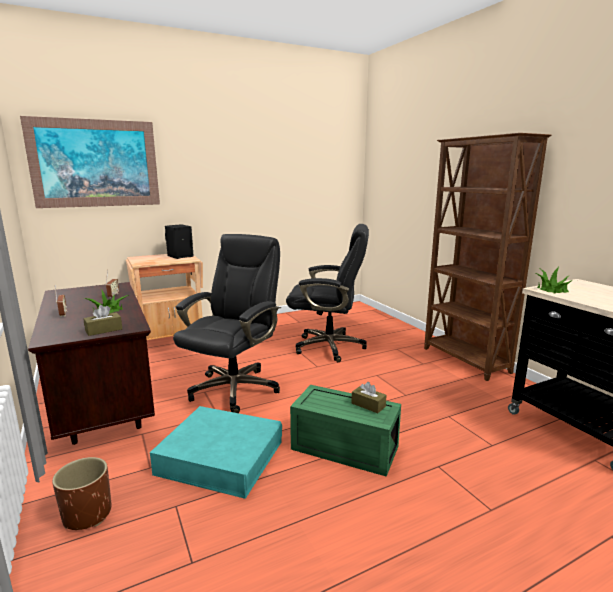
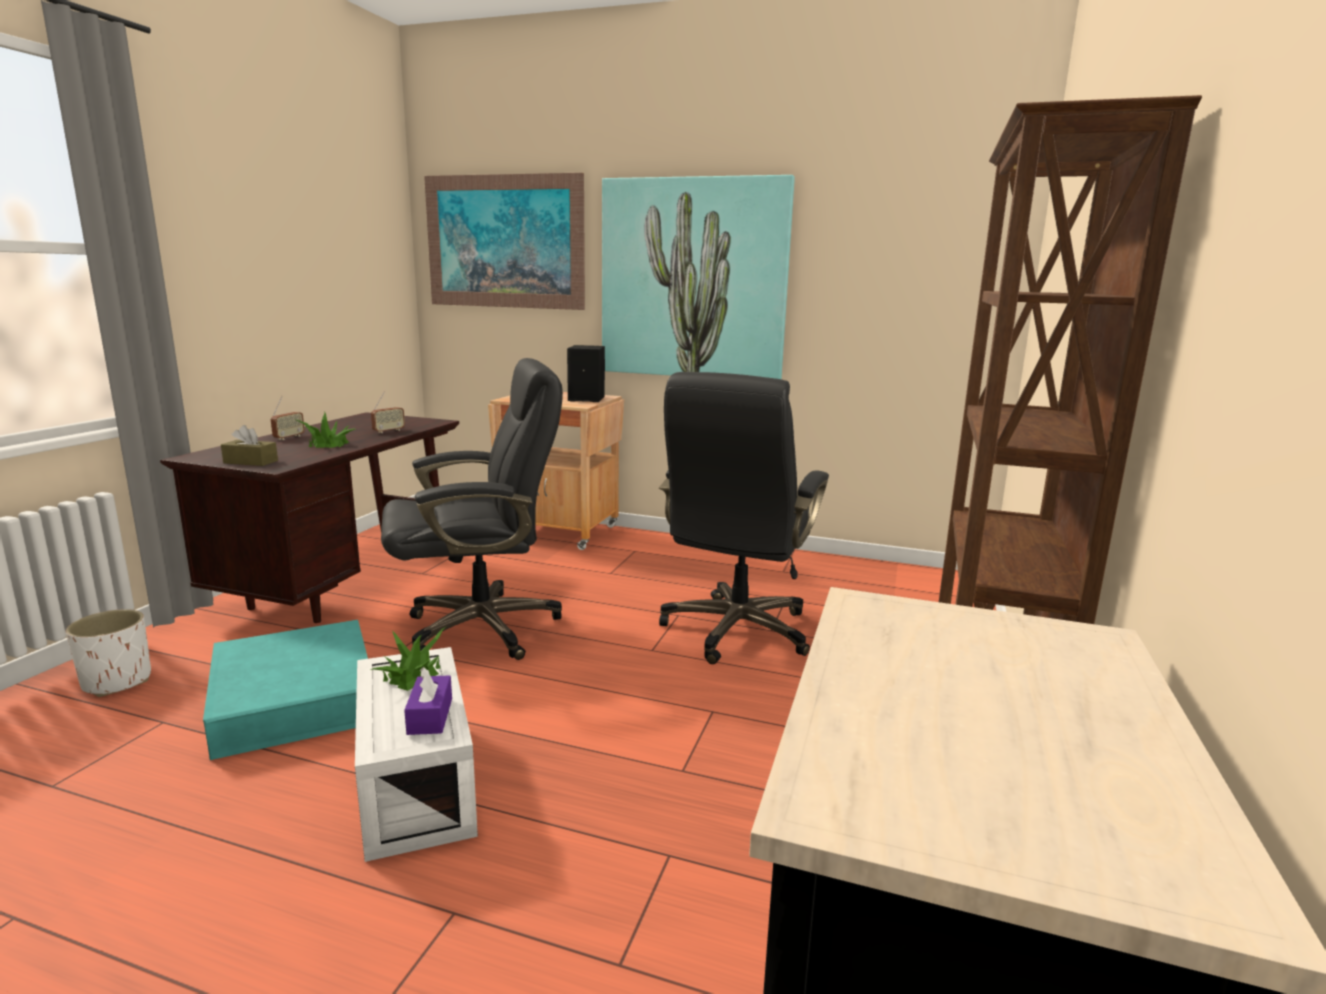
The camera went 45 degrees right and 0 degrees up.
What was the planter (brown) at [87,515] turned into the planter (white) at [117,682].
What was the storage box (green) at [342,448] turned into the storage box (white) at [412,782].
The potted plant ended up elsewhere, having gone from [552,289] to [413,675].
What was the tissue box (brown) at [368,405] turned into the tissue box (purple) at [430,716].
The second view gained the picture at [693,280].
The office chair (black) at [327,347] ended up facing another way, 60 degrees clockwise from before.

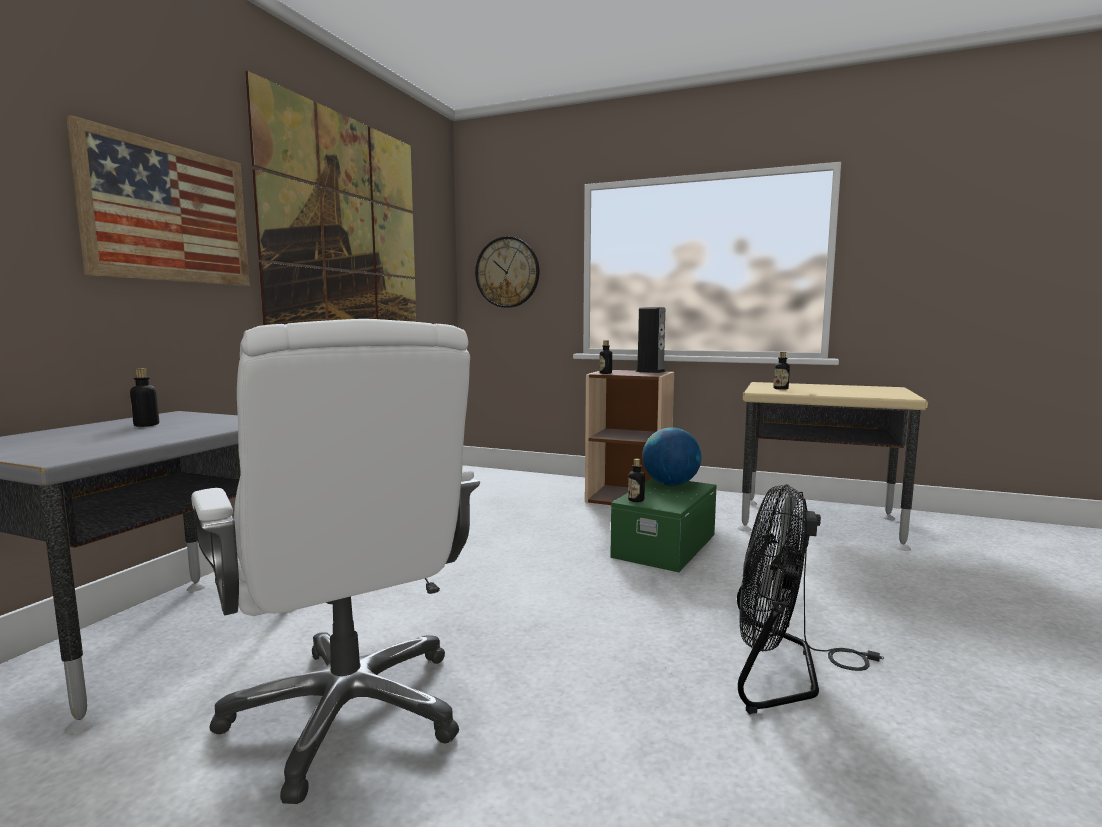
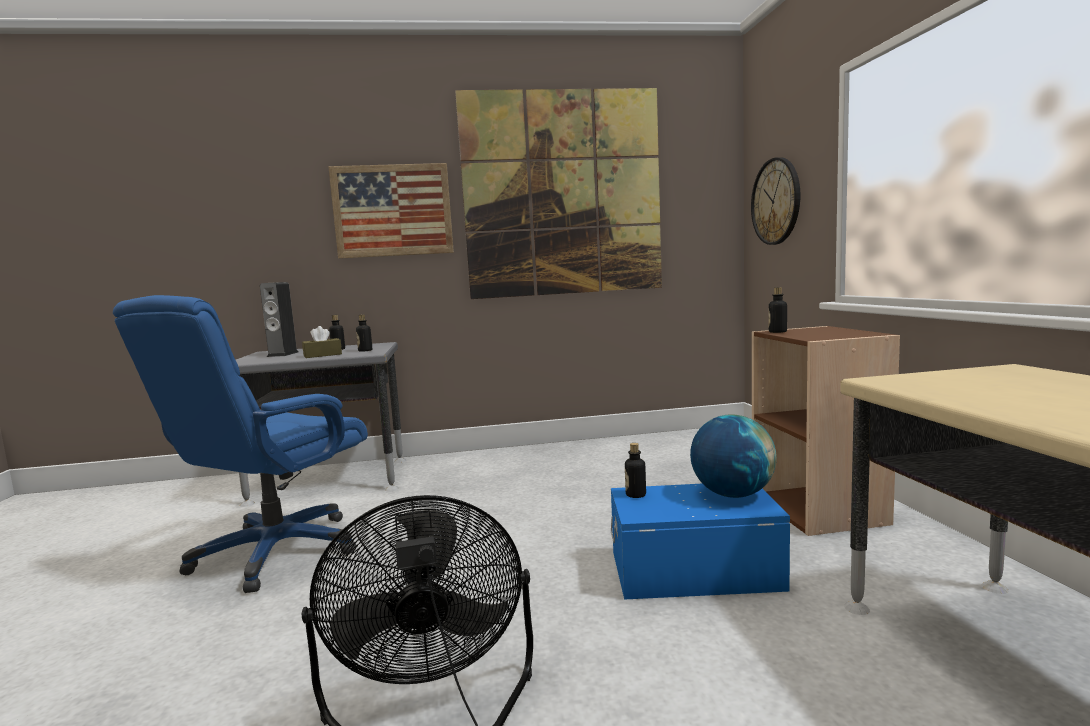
The camera went 60 degrees right and 0 degrees up.
What was the office chair (white) at [349,711] turned into the office chair (blue) at [275,552].
The speaker ended up elsewhere, having gone from [650,371] to [283,354].
The second view gained the tissue box (brown) at [322,355].
The bottle ended up elsewhere, having gone from [780,389] to [365,350].
What was the storage box (green) at [663,545] turned into the storage box (blue) at [693,569].

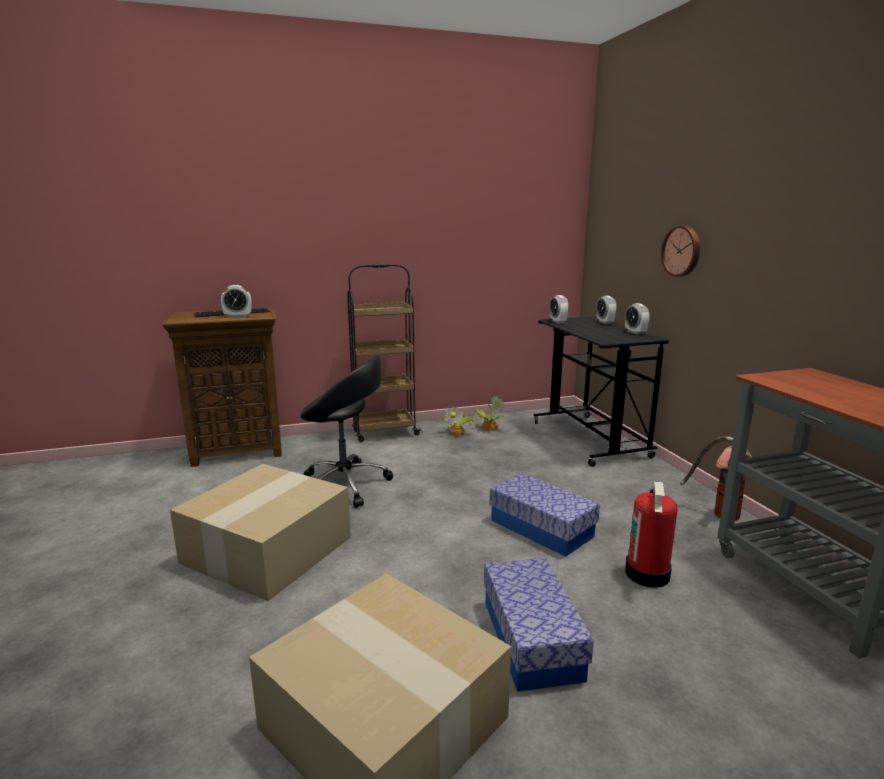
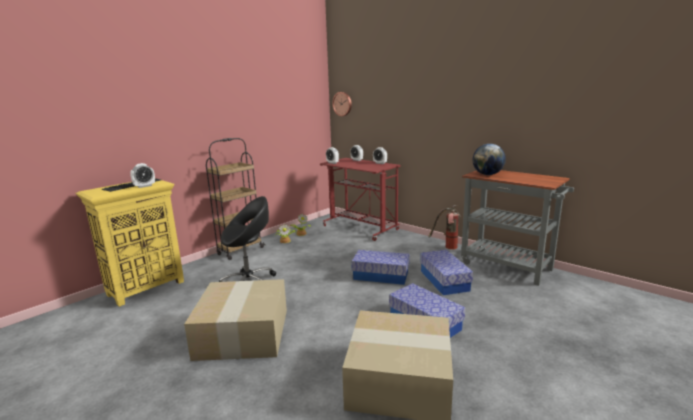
The camera went 30 degrees left and 0 degrees up.
What was the cabinet (brown) at [239,452] turned into the cabinet (yellow) at [146,287].
What was the desk (black) at [590,439] turned into the desk (red) at [360,228].
The wall clock ended up elsewhere, having gone from [682,251] to [342,104].
Where the fire extinguisher stood at [648,574], the storage box came to stand at [444,280].
The second view gained the globe at [487,174].

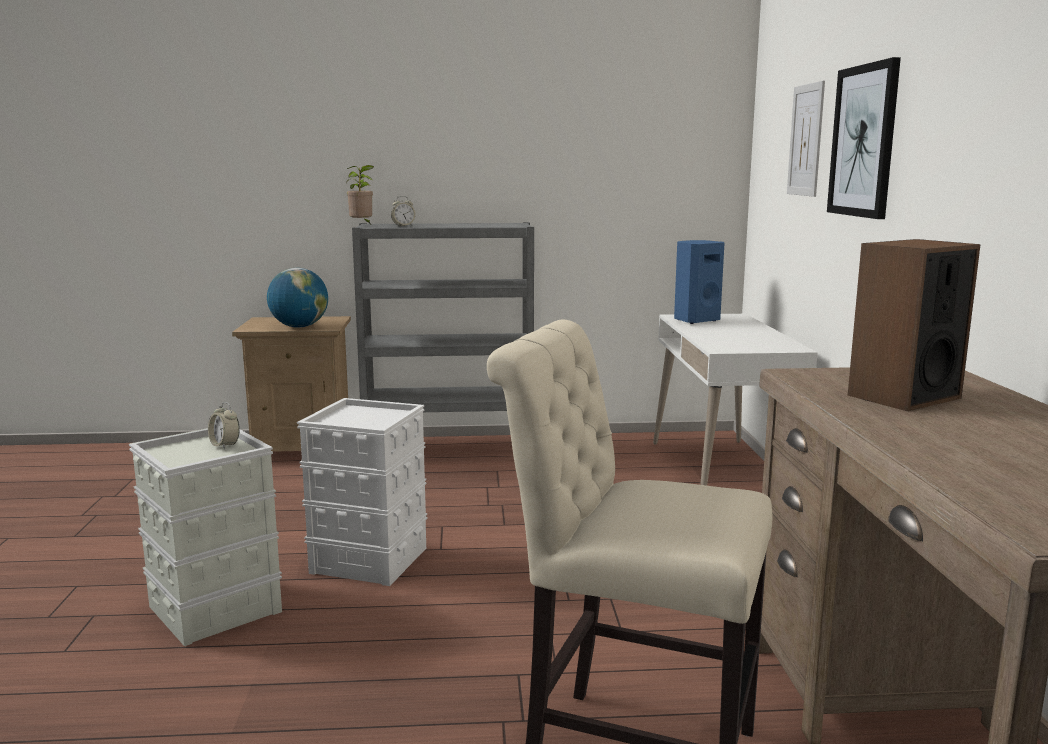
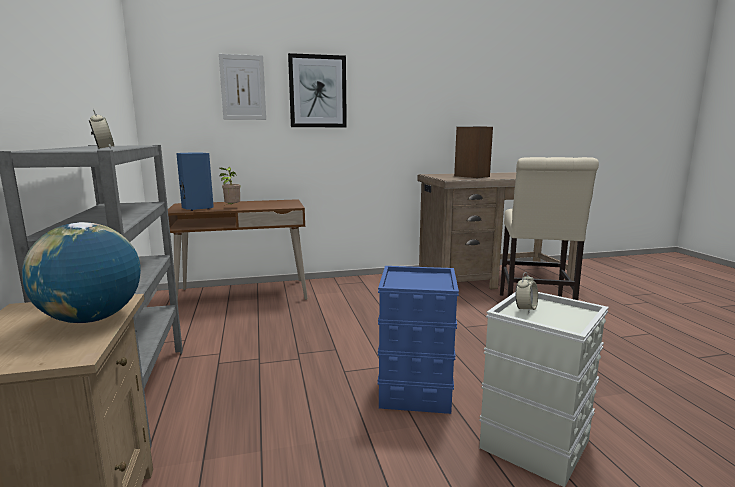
The camera went 100 degrees left and 0 degrees up.
What was the desk (white) at [722,473] turned into the desk (brown) at [243,294].
The potted plant ended up elsewhere, having gone from [362,225] to [231,208].
What was the storage box (white) at [371,560] turned into the storage box (blue) at [414,390].

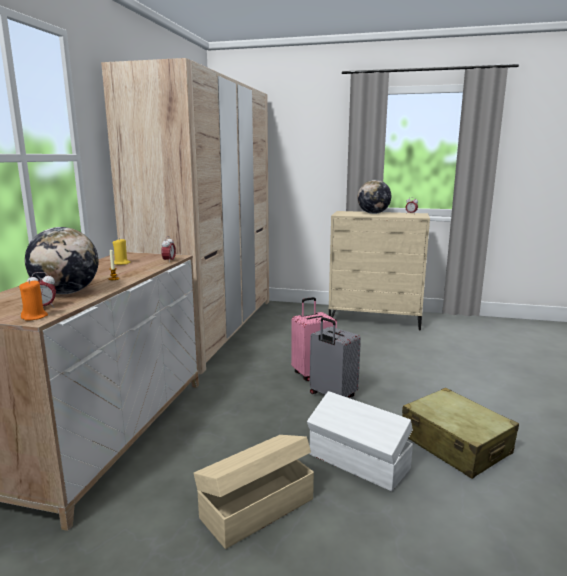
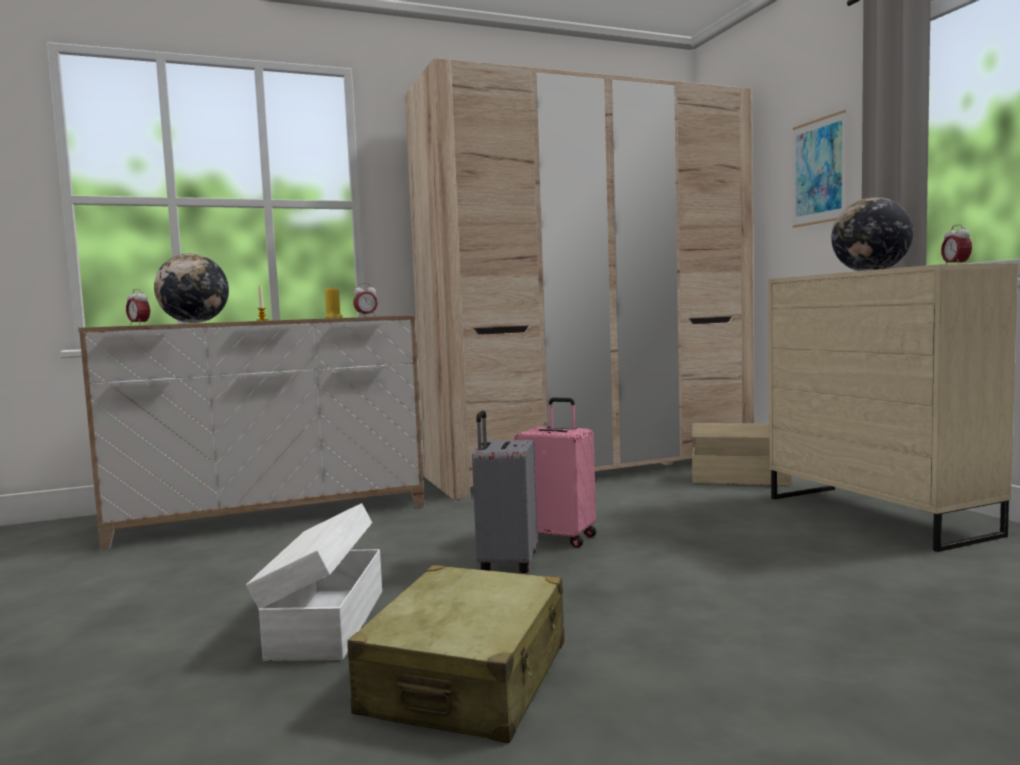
The camera went 55 degrees right and 10 degrees down.
The storage box (beige) ended up elsewhere, having gone from [255,508] to [739,479].
The second view gained the picture at [819,171].
The second view lost the candle (orange) at [34,317].

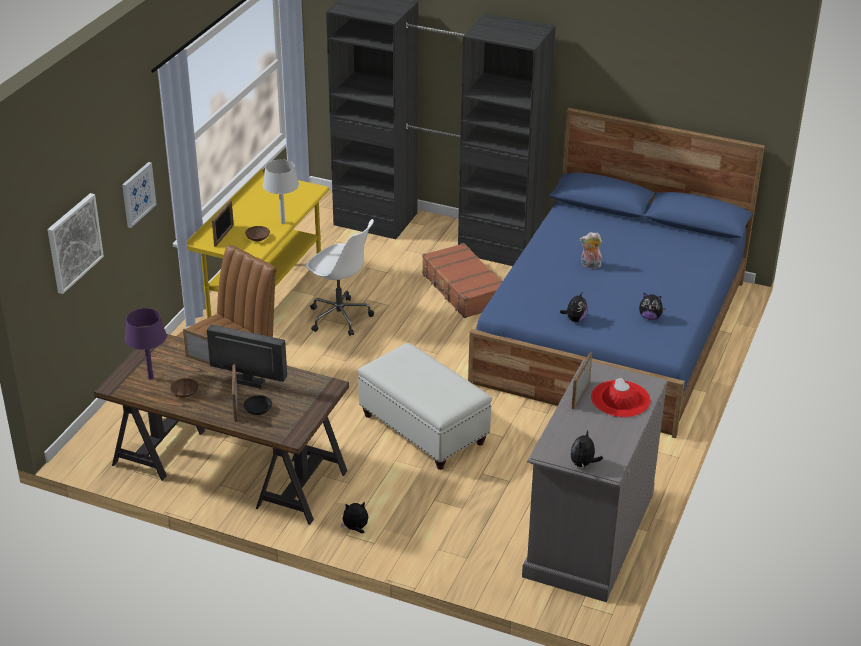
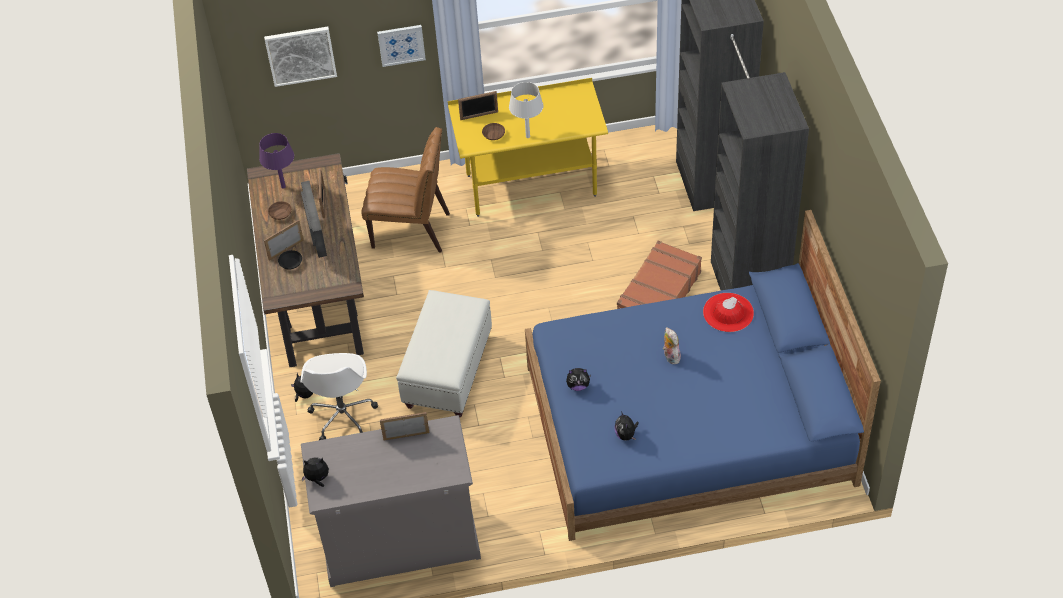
The camera went 60 degrees right and 15 degrees up.
The office chair (white) ended up elsewhere, having gone from [341,318] to [343,419].
The hat (red) ended up elsewhere, having gone from [620,399] to [728,312].

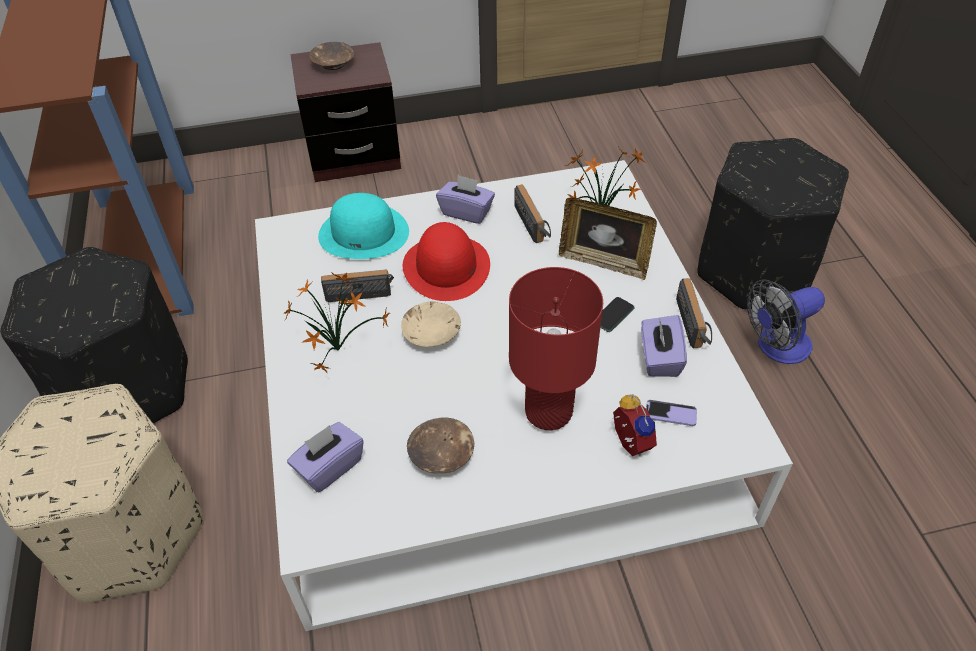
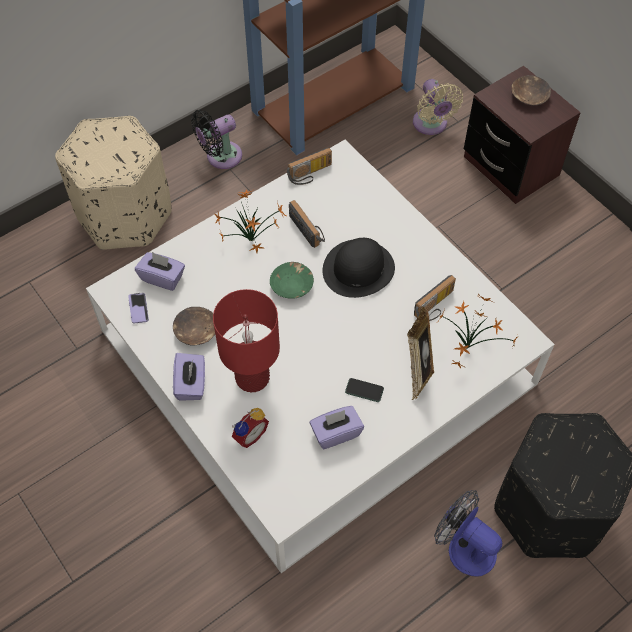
The camera went 65 degrees right and 10 degrees up.
The phone ended up elsewhere, having gone from [670,414] to [138,308].
The tissue box (purple) ended up elsewhere, having gone from [466,212] to [191,384].
Where the ottoman (black) stood at [128,389], the fan (black) came to stand at [220,157].
What was the bowl (beige) at [432,332] turned into the bowl (green) at [292,286].
The radio ended up elsewhere, having gone from [695,324] to [310,174].
What was the hat (red) at [446,267] turned into the hat (black) at [358,269].
The second view gained the fan (beige) at [431,125].
The second view lost the hat (turquoise) at [364,233].

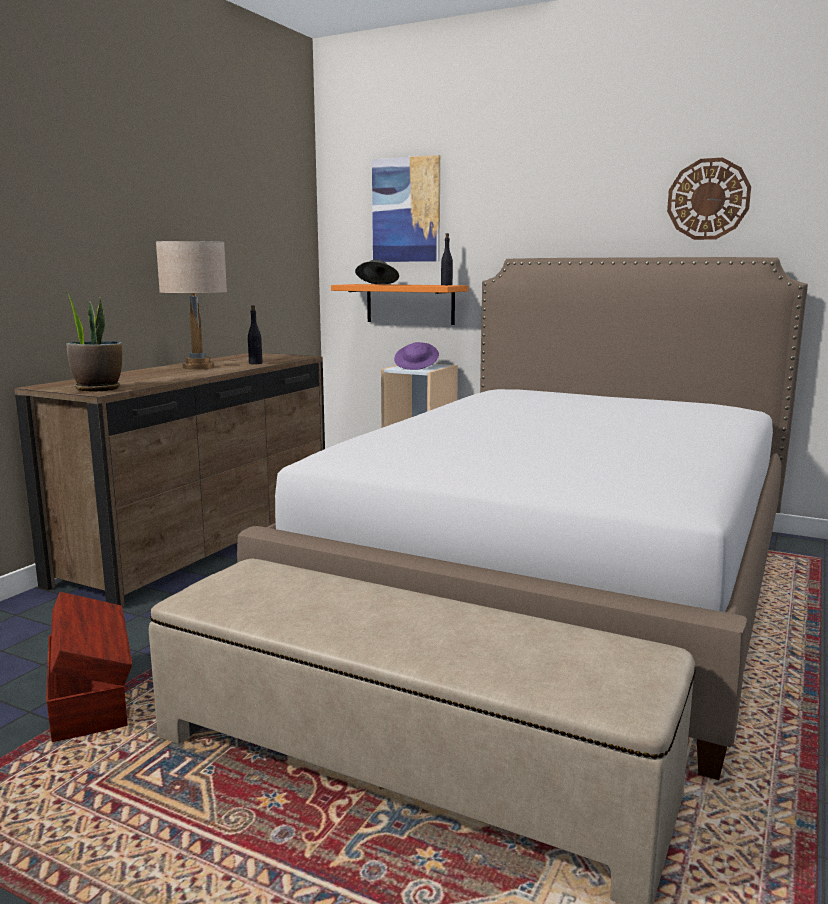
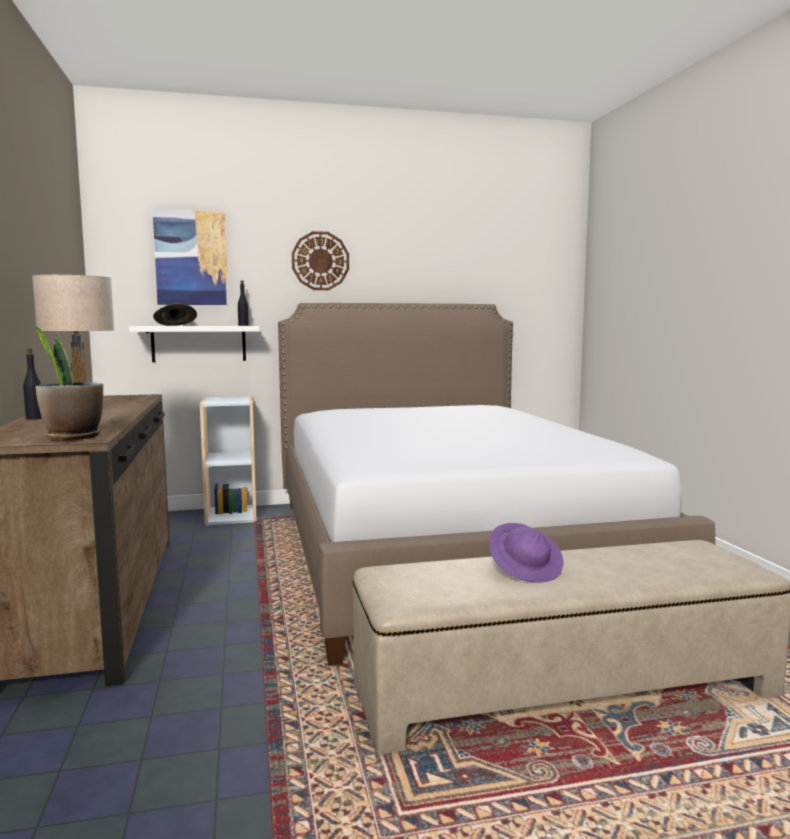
The camera went 40 degrees left and 5 degrees down.
The bottle (black) ended up elsewhere, having gone from [255,363] to [35,418].
What was the shelf (orange) at [410,304] turned into the shelf (white) at [199,343].
The wall clock ended up elsewhere, having gone from [708,199] to [320,261].
The hat (purple) ended up elsewhere, having gone from [417,367] to [525,570].
The second view lost the storage box (brown) at [90,697].

